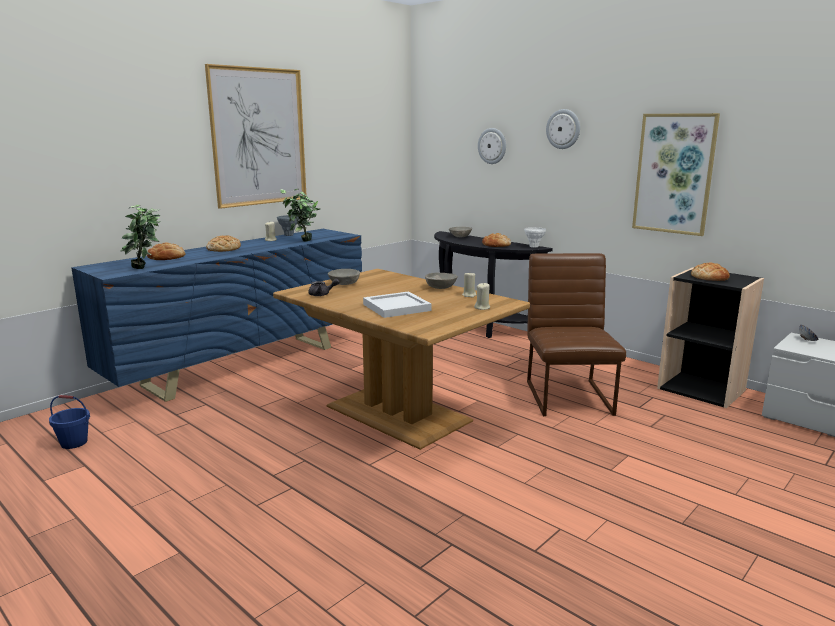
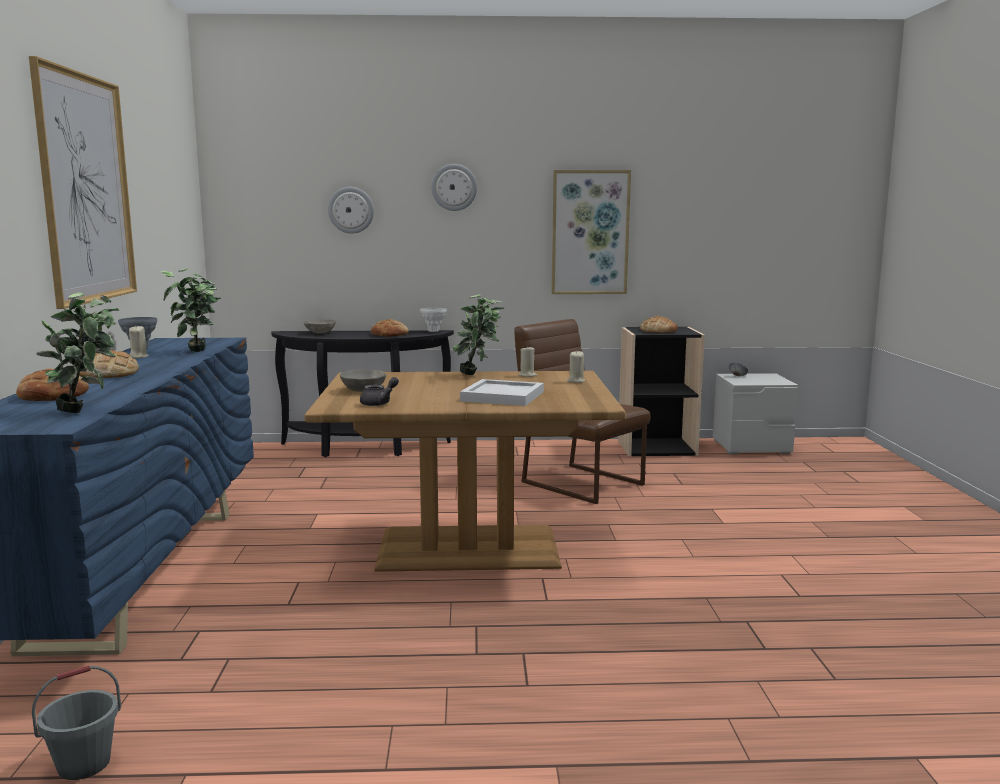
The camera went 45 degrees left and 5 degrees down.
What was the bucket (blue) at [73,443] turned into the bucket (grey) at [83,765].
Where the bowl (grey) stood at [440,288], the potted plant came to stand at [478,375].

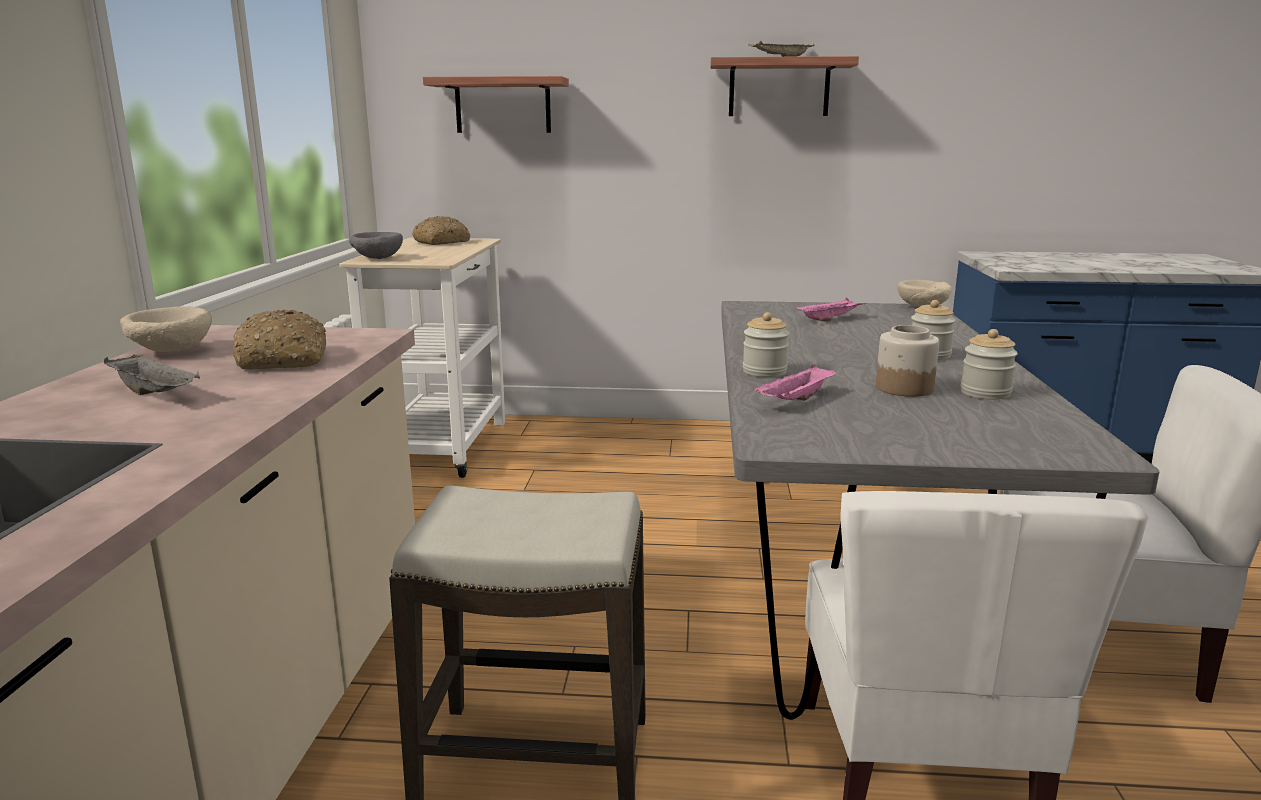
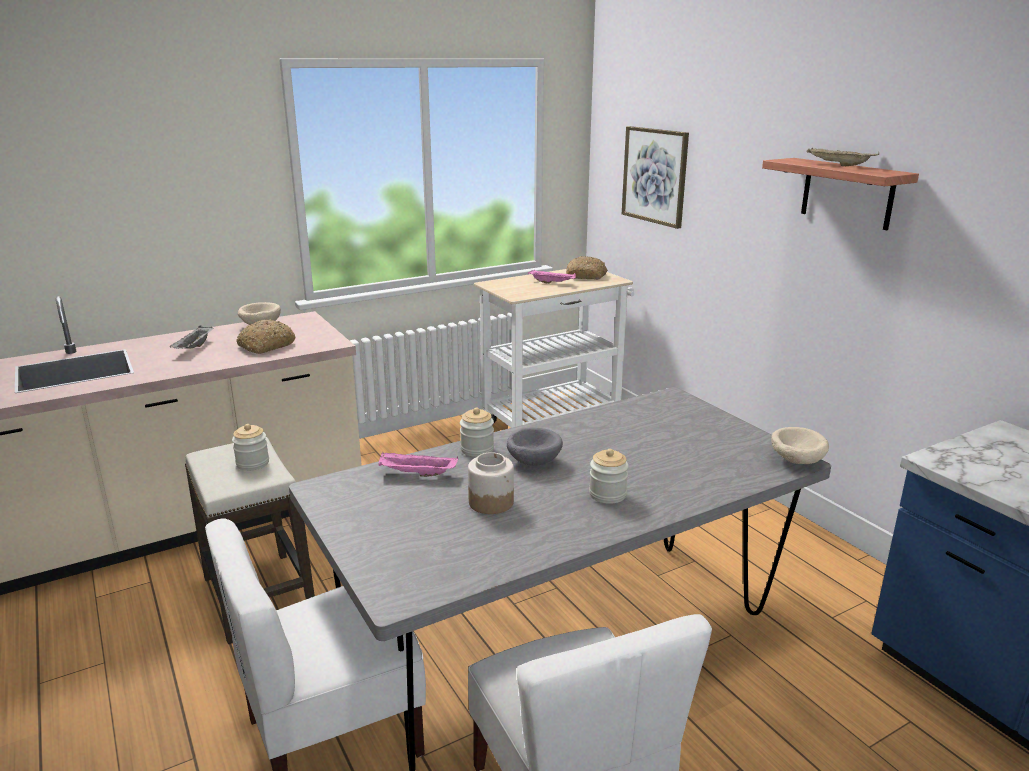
The camera went 55 degrees right and 5 degrees up.
The jar ended up elsewhere, having gone from [985,393] to [252,463].
The bowl (grey) ended up elsewhere, having gone from [376,258] to [533,461].
The tray (pink) ended up elsewhere, having gone from [829,319] to [552,283].
Where the shelf hung at [503,106], the picture came to hang at [655,176].

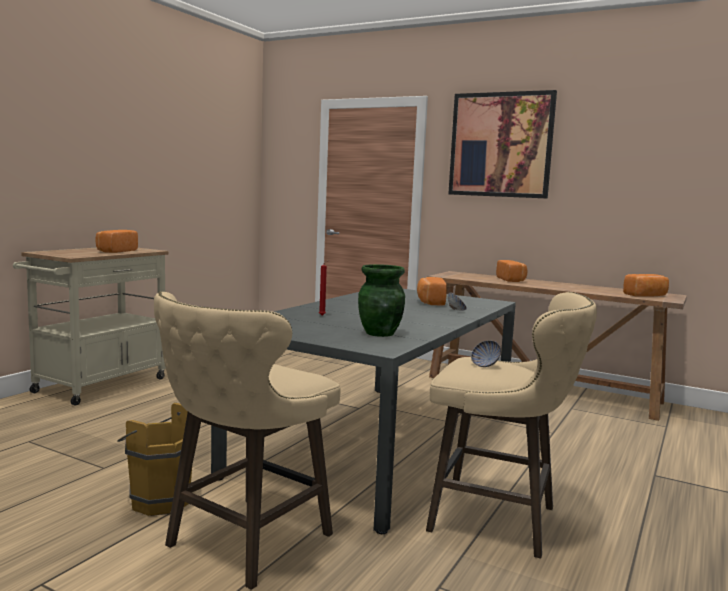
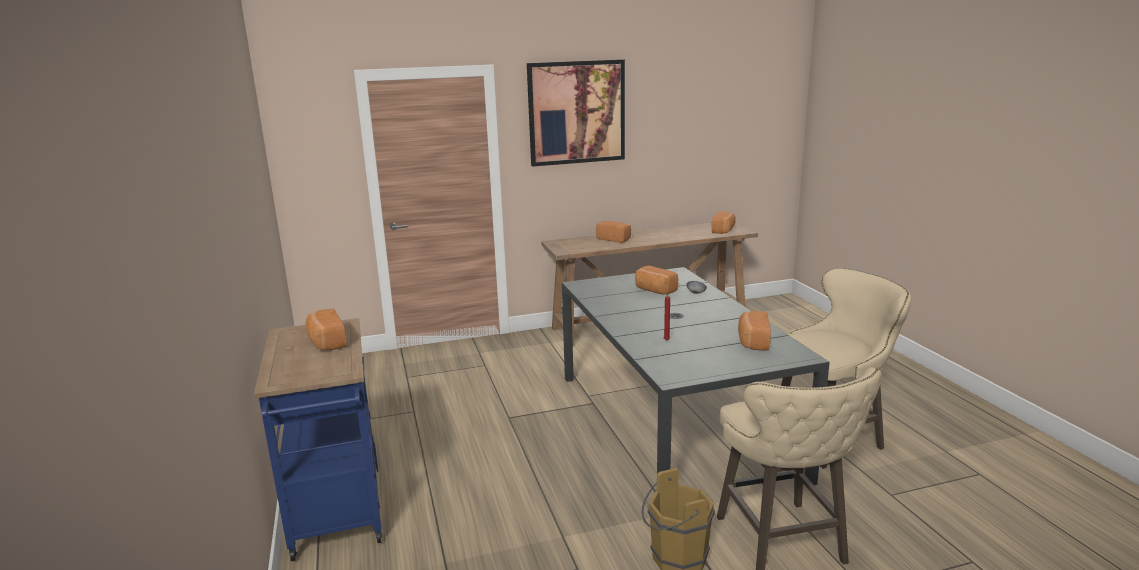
The camera went 45 degrees left and 10 degrees up.
What was the cart (beige) at [97,386] turned into the cart (blue) at [337,511].
Where the vase (green) stood at [380,333], the bread came to stand at [752,342].
The second view lost the bowl at [485,365].

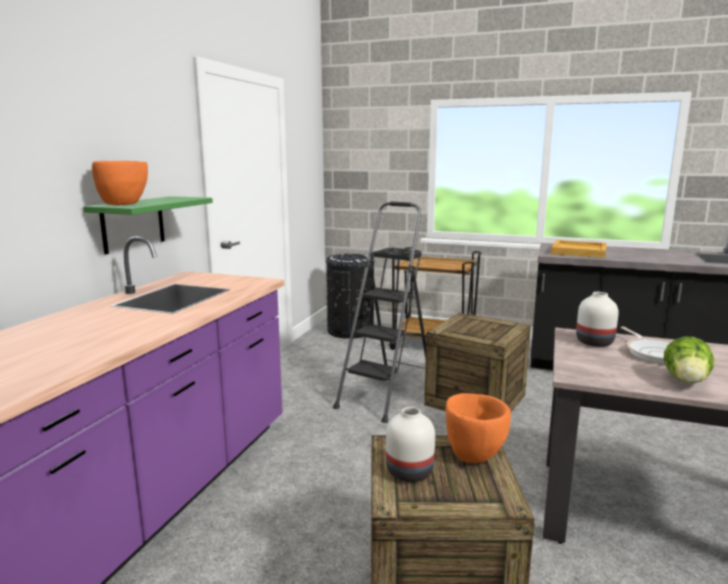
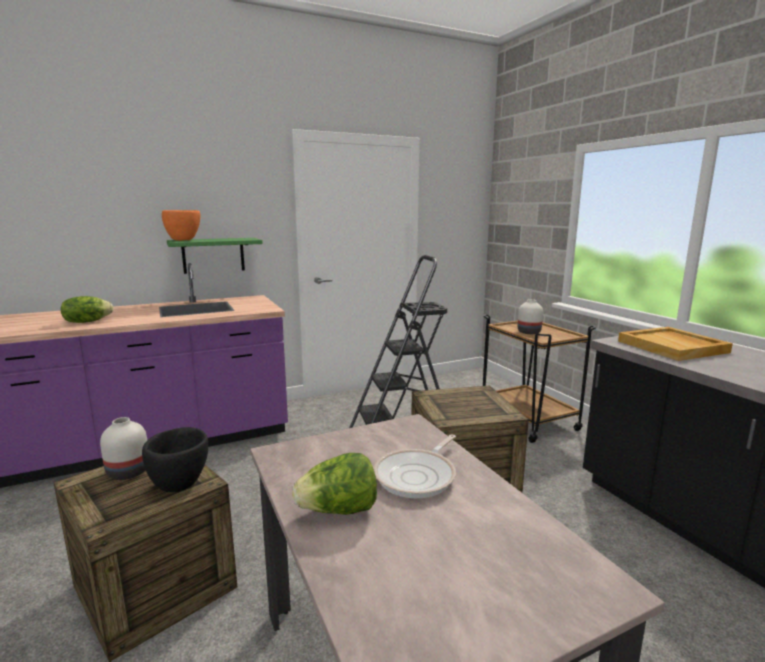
The camera went 45 degrees right and 0 degrees up.
The second view gained the lettuce at [87,321].
What was the bowl (orange) at [474,454] turned into the bowl (black) at [180,485].
The vase (white) ended up elsewhere, having gone from [593,342] to [529,332].
The second view lost the trash can (black) at [350,331].

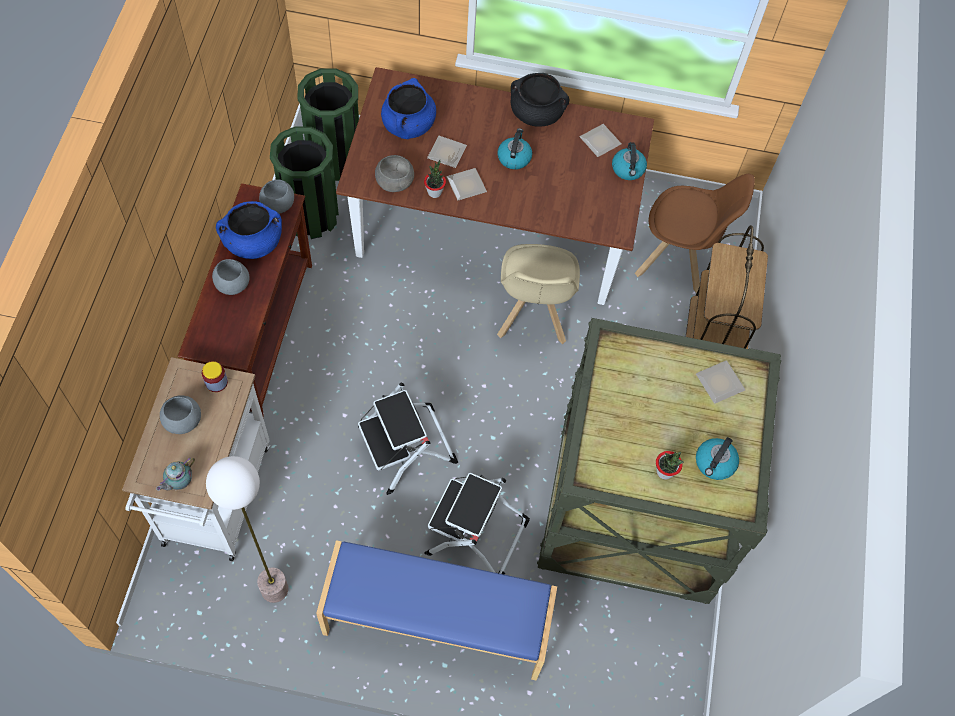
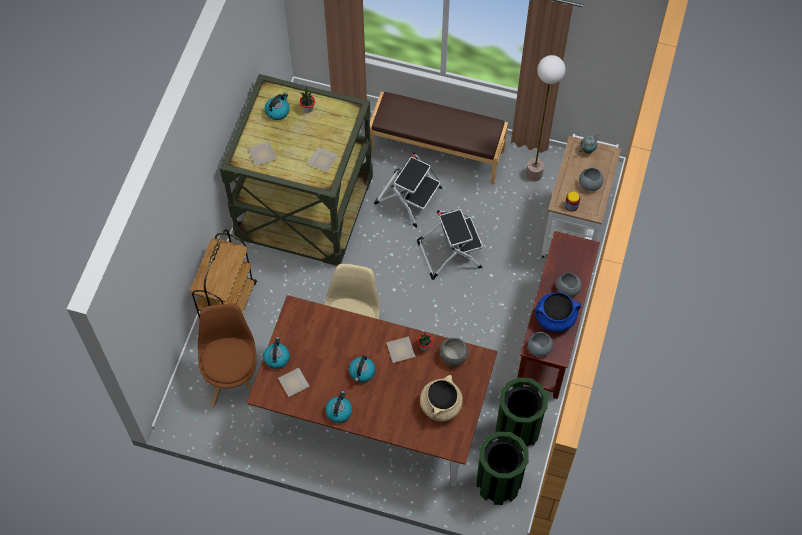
The camera went 170 degrees left and 0 degrees up.
The chair (brown) at [678,259] ended up facing another way, 60 degrees clockwise from before.
The plate ended up elsewhere, having gone from [445,153] to [324,160].
Where the cooking pot (black) stood at [537,113], the kettle came to stand at [339,411].
What was the bench (blue) at [436,623] turned into the bench (brown) at [437,150].
What was the cooking pot (blue) at [408,125] turned into the cooking pot (beige) at [440,405].

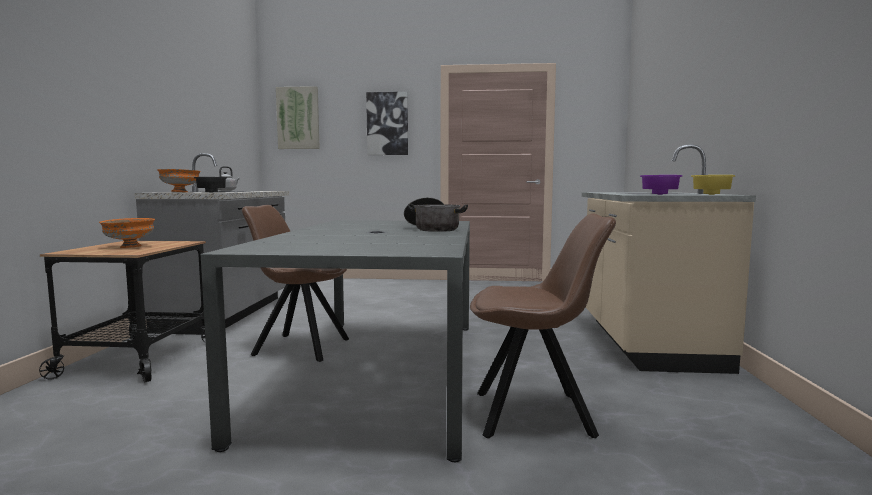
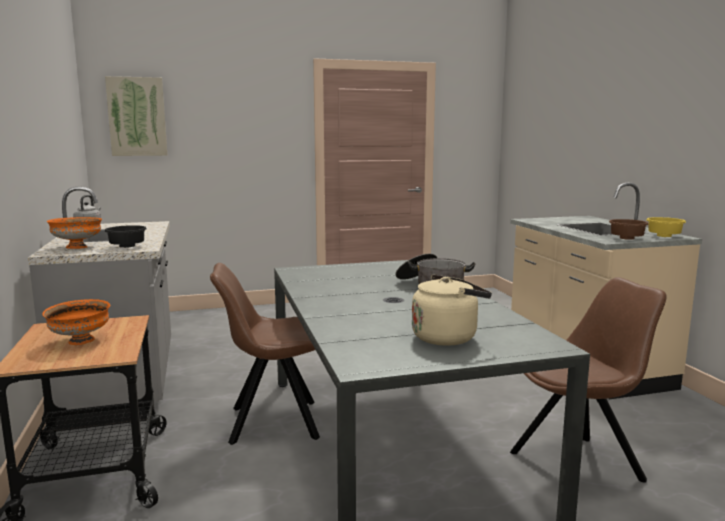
The camera went 20 degrees left and 5 degrees up.
The second view gained the kettle (beige) at [447,337].
What was the bowl (purple) at [659,194] turned into the bowl (brown) at [625,239].
The second view lost the picture at [387,124].

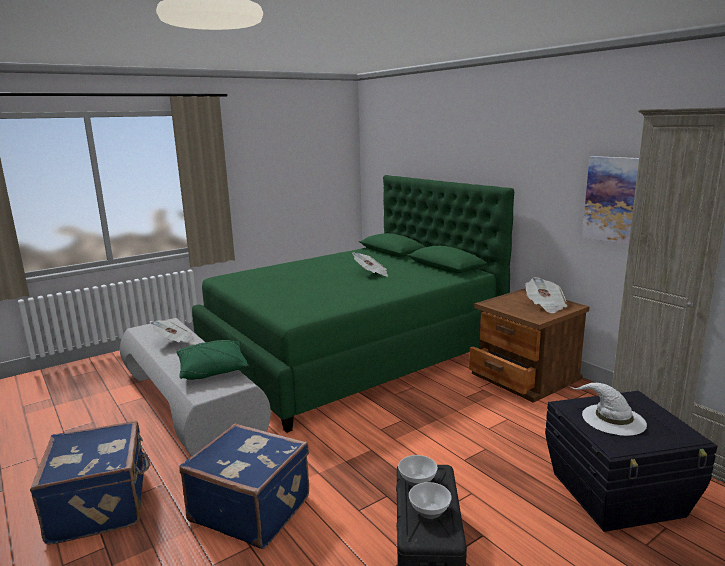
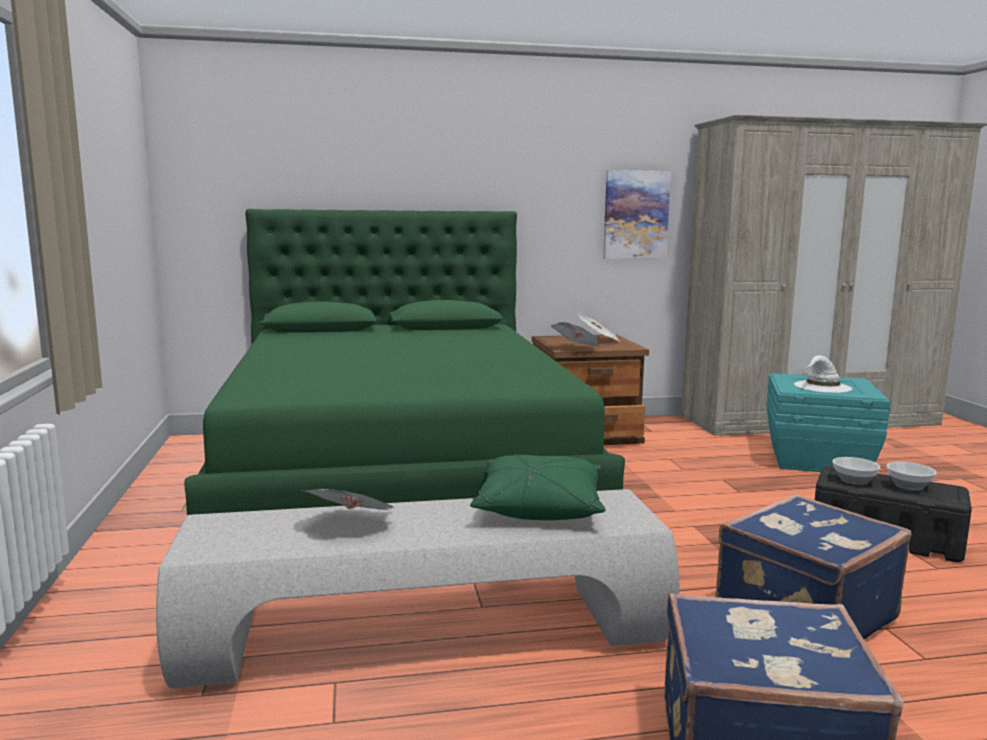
The camera went 65 degrees left and 5 degrees down.
The newspaper ended up elsewhere, having gone from [371,274] to [577,348].
What was the storage box (black) at [618,494] turned into the storage box (turquoise) at [818,459].

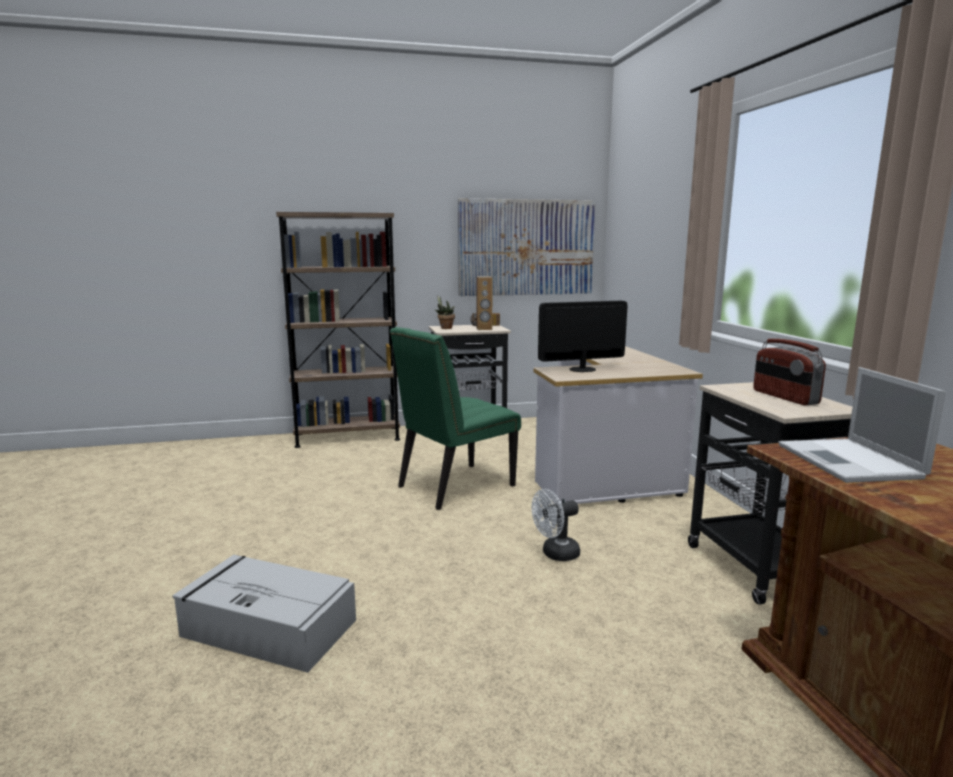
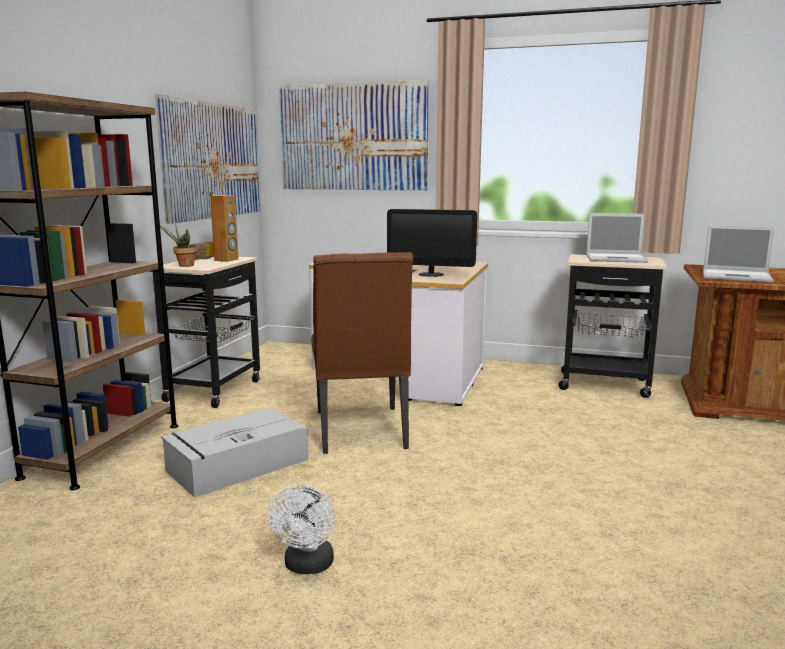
The camera went 60 degrees left and 0 degrees up.
The storage box (grey) ended up elsewhere, having gone from [267,627] to [236,466].
The fan (white) ended up elsewhere, having gone from [555,554] to [307,566].
The second view gained the picture at [353,137].
What was the chair (green) at [456,486] turned into the chair (brown) at [360,429].
The monitor at [582,369] ended up facing another way, 90 degrees counterclockwise from before.
Where the radio stood at [784,397], the laptop came to stand at [617,259].

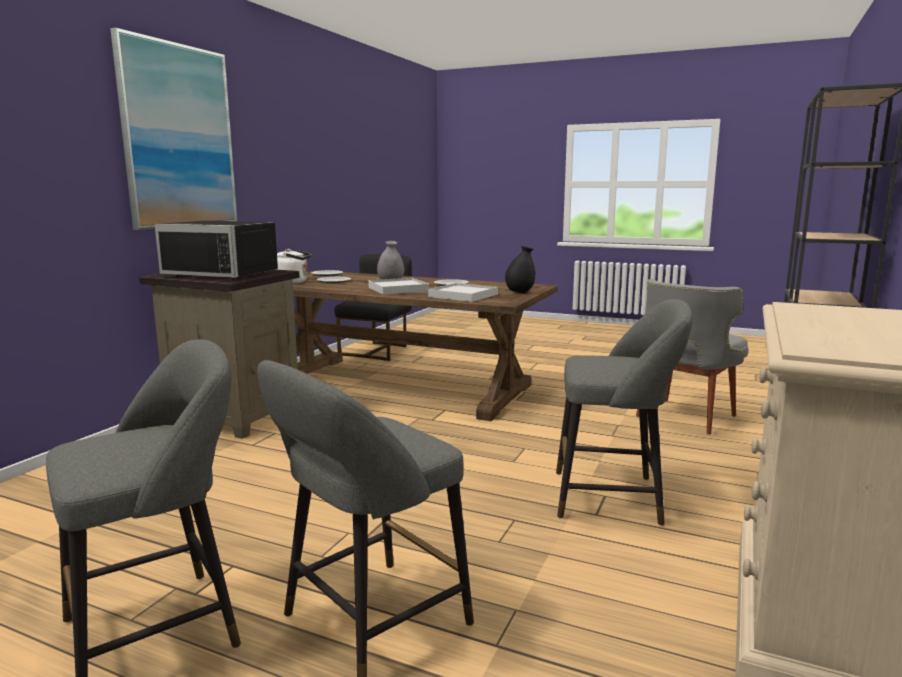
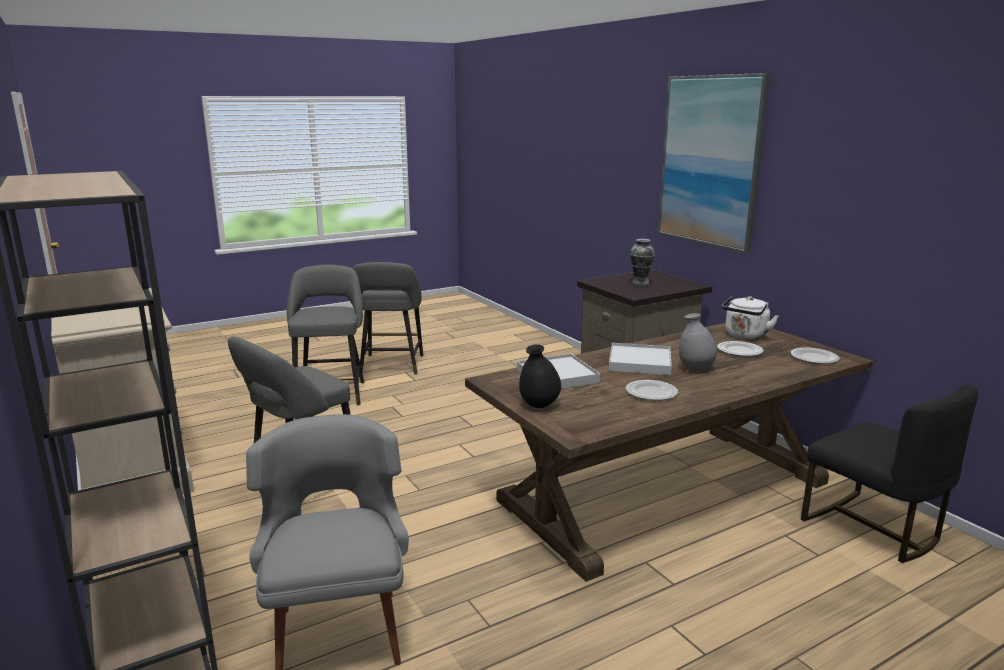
The camera went 125 degrees right and 5 degrees up.
Where the microwave (black) stood at [226,273], the vase came to stand at [640,284].

